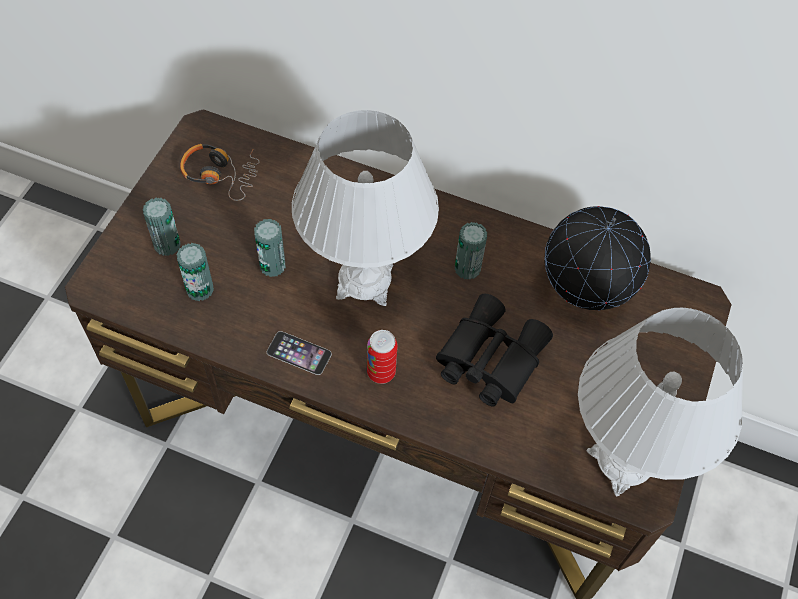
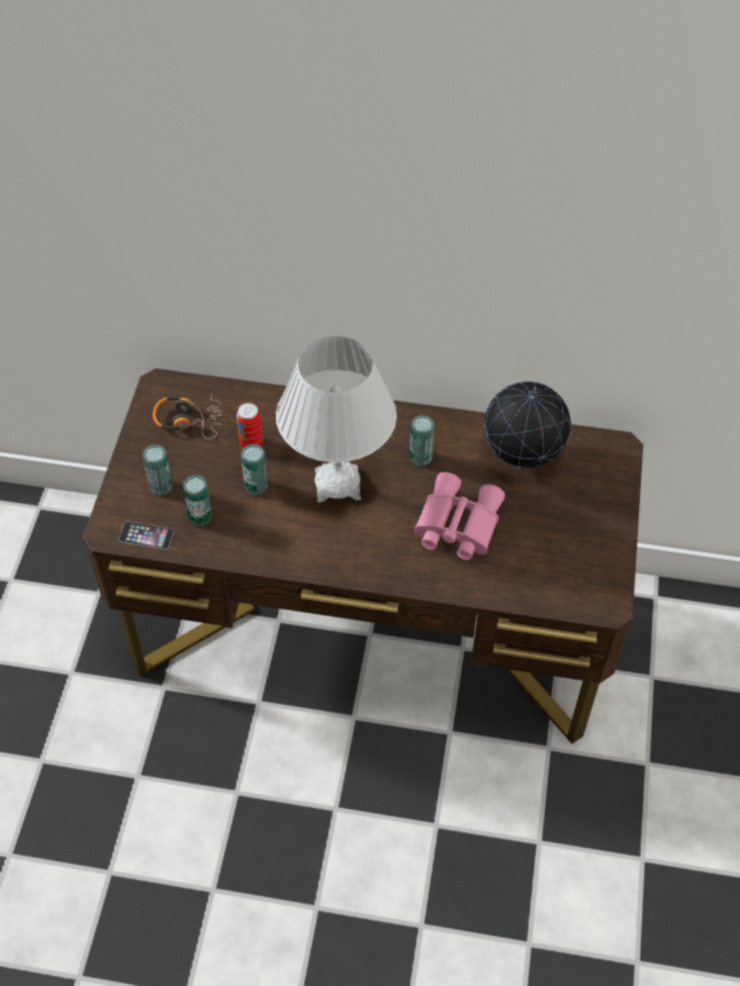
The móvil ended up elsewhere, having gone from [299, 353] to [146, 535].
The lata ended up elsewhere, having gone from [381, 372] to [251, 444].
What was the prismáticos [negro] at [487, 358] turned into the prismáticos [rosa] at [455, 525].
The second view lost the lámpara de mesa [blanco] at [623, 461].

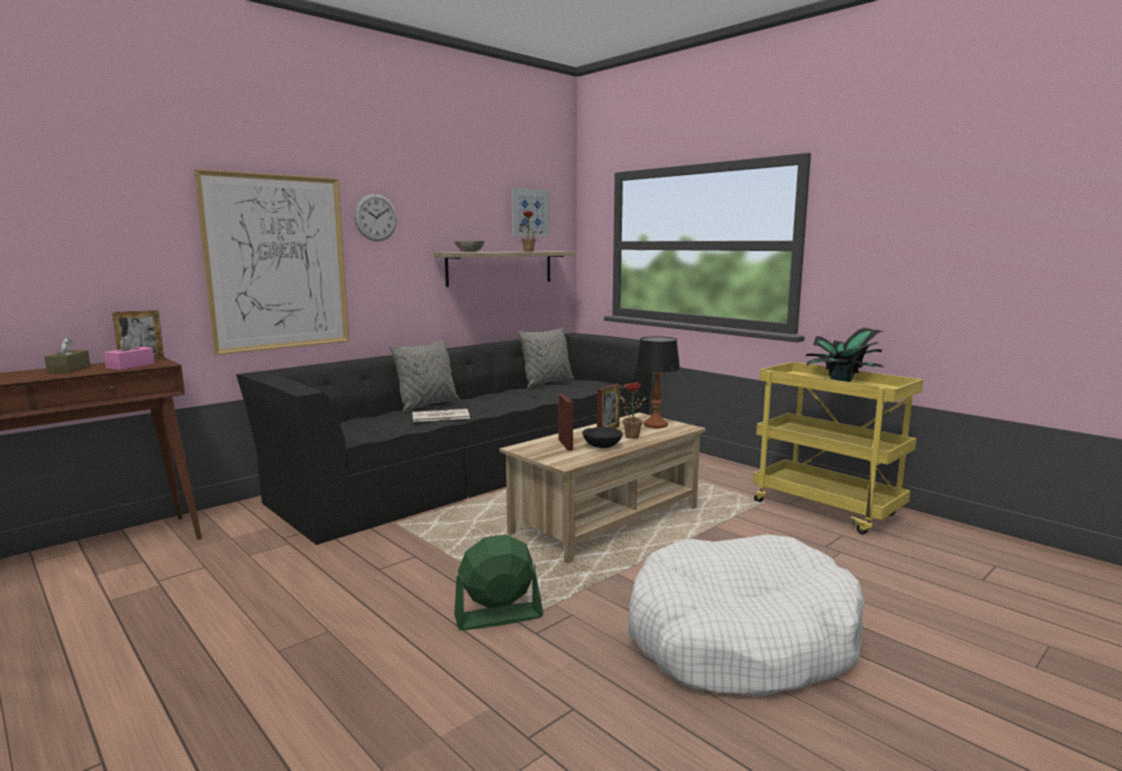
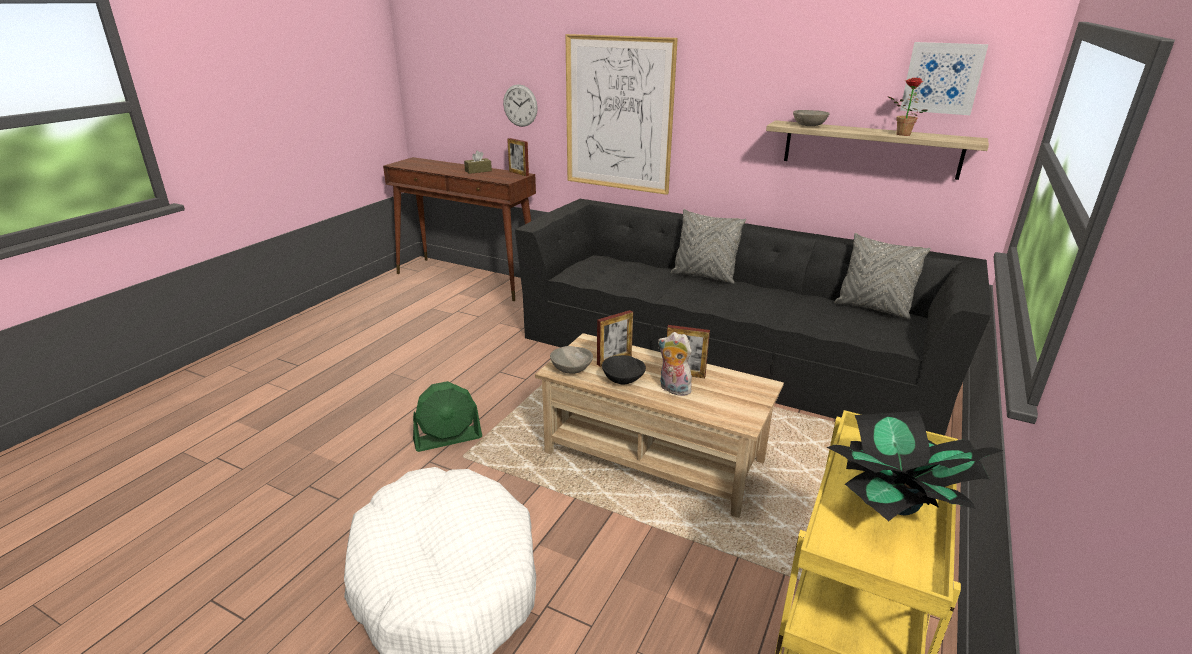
The second view lost the caja de pañuelos [rosa] at [130, 366].
The reloj de pared ended up elsewhere, having gone from [375, 217] to [520, 105].
The second view lost the periódico at [440, 416].
The ventilador [verde] at [498, 616] ended up facing another way, 105 degrees clockwise from before.
Where the planta en maceta stood at [629, 436], the peluche came to stand at [673, 389].
The second view lost the lámpara de mesa at [655, 425].
The second view gained the cuenco [gris] at [570, 369].

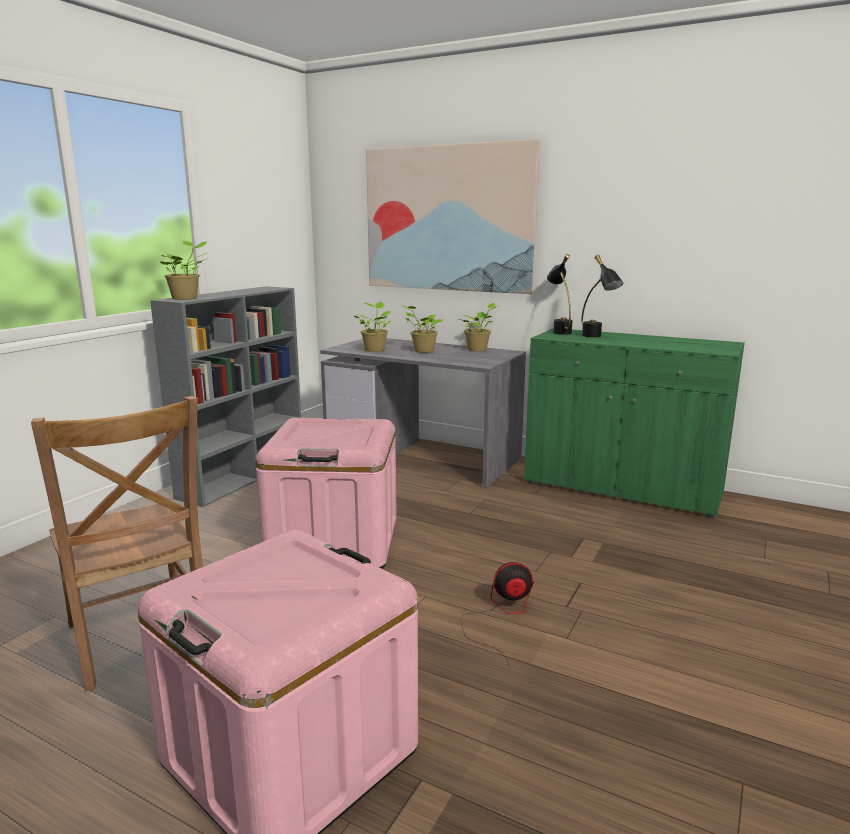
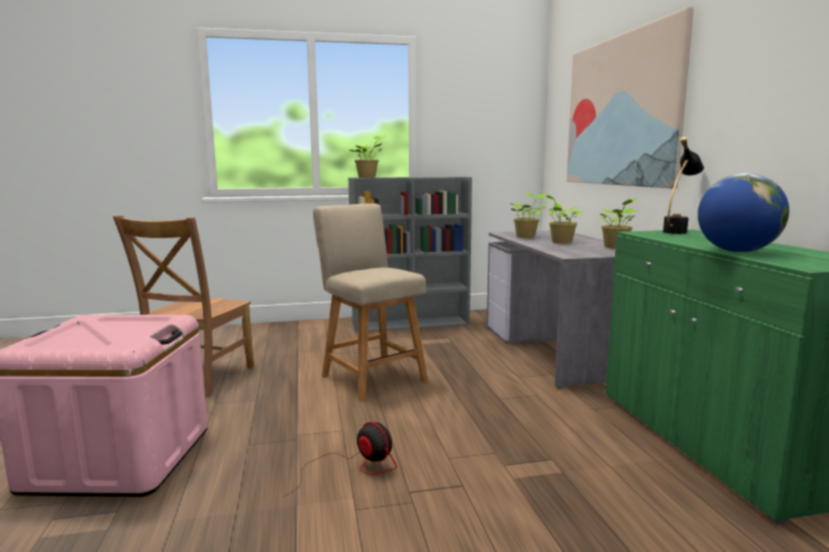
Where the caja de almacenaje [rosa] stood at [334, 542], the silla [beis] came to stand at [371, 376].
The second view lost the lámpara de mesa [negro] at [596, 337].
The second view gained the globo terráqueo at [737, 251].

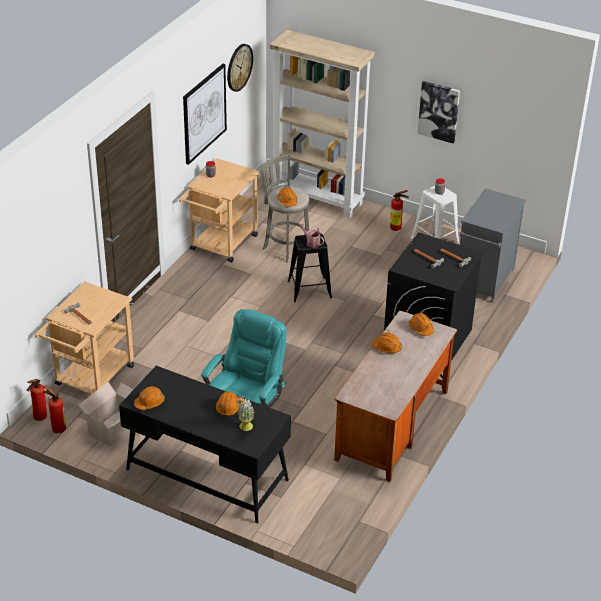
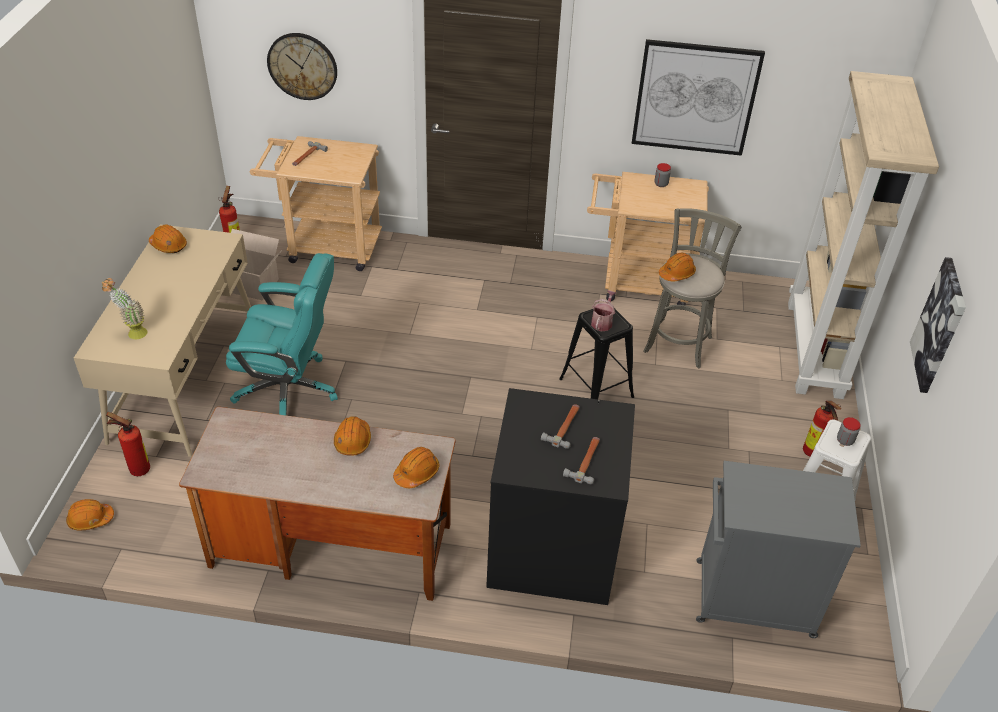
The extintor ended up elsewhere, having gone from [38, 418] to [137, 469].
What was the escritorio [negro] at [207, 474] turned into the escritorio [beis] at [186, 378].
The casco [naranja] ended up elsewhere, having gone from [228, 407] to [90, 519].
The reloj de pared ended up elsewhere, having gone from [239, 67] to [302, 66].

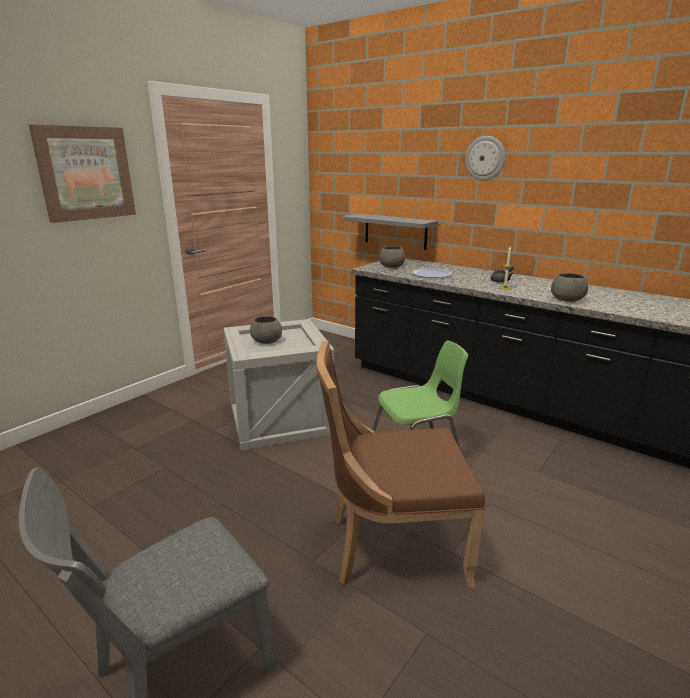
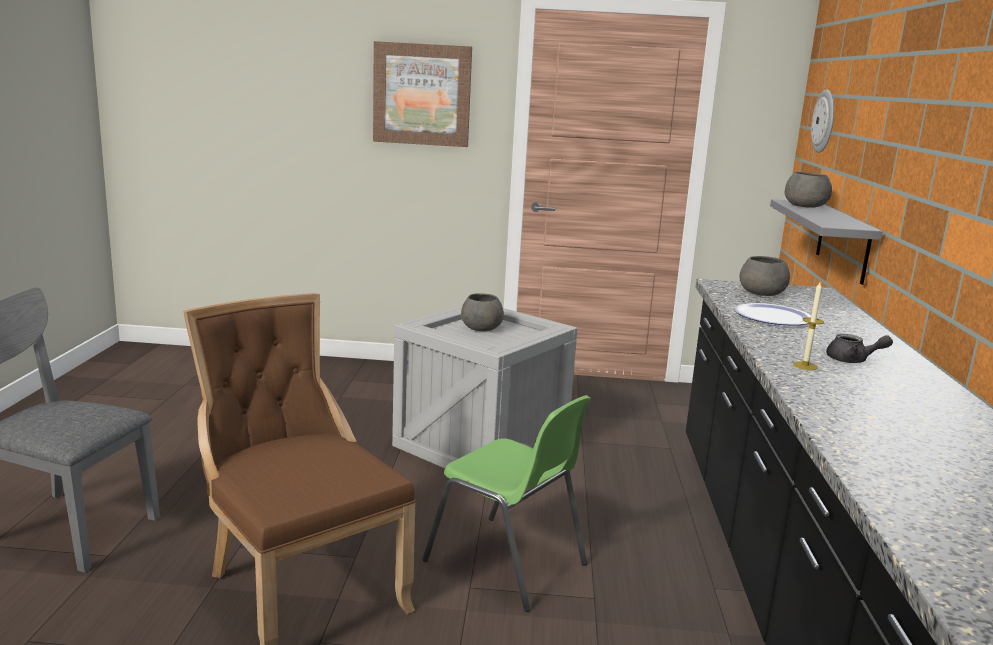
The reloj de pared ended up elsewhere, having gone from [485, 158] to [824, 121].
The cuenco [gris] ended up elsewhere, having gone from [566, 299] to [804, 206].

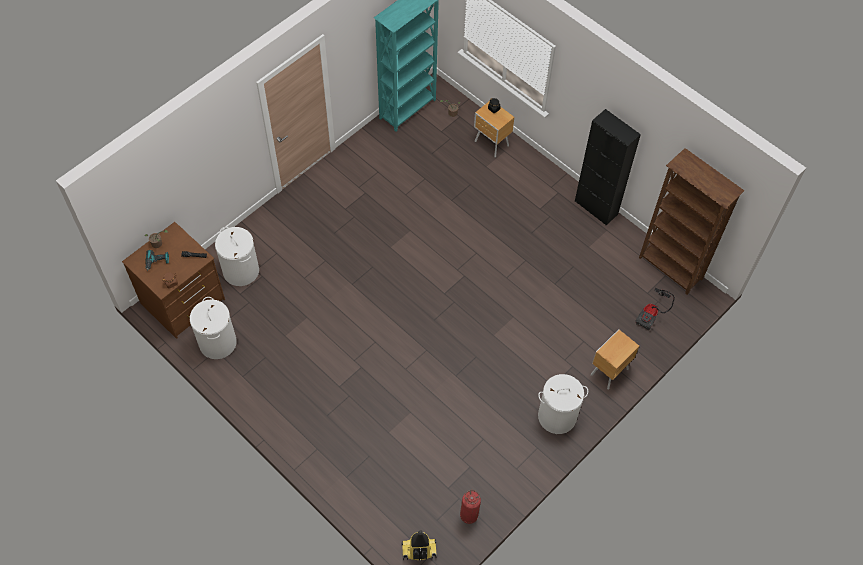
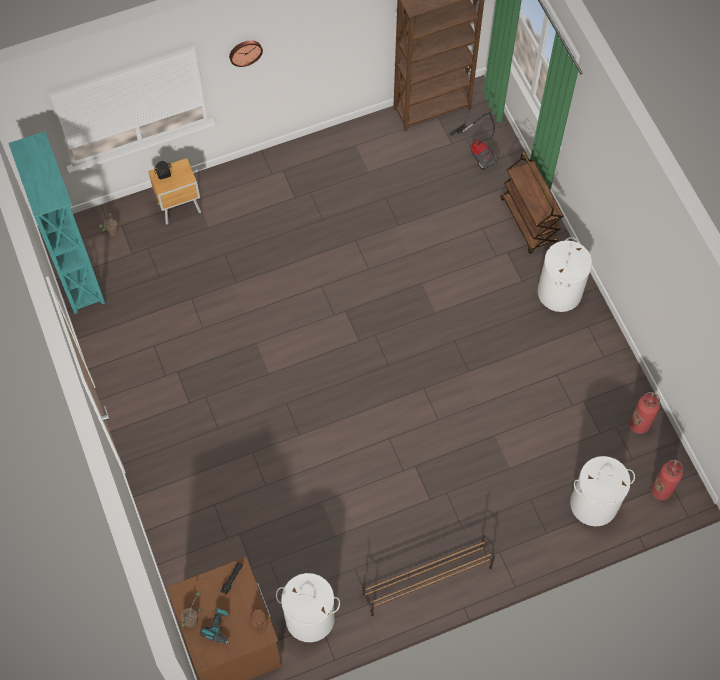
The cesto de la ropa [blanco] ended up elsewhere, having gone from [241, 271] to [594, 503].
Where the aspiradora stood at [418, 551], the extintor came to stand at [661, 491].
The second view lost the armario [negro] at [596, 207].
Where the mesita de noche [marrón] stood at [608, 372], the carrito [marrón] came to stand at [529, 221].
The second view gained the reloj de pared at [245, 52].
The second view gained the zapatero [marrón] at [426, 580].

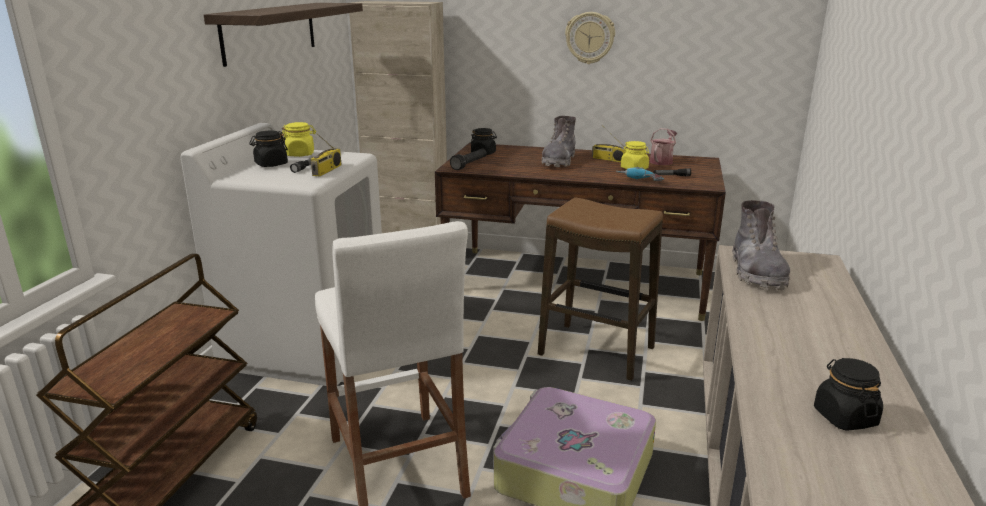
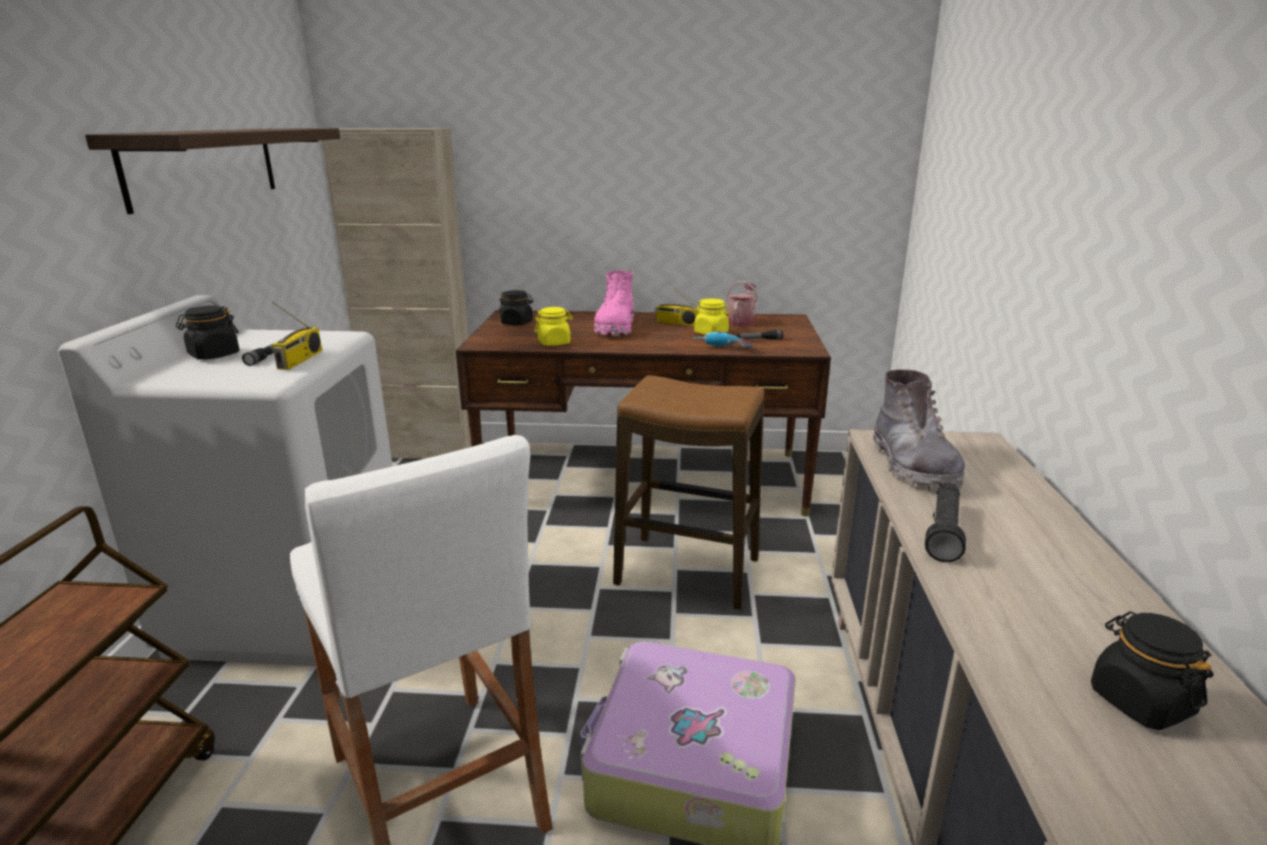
The tarro [amarillo] ended up elsewhere, having gone from [300, 154] to [554, 343].
The linterna [negro] ended up elsewhere, having gone from [469, 164] to [944, 532].
What was the bota [gris] at [559, 161] turned into the bota [rosa] at [615, 328].
The second view lost the reloj de pared at [590, 38].

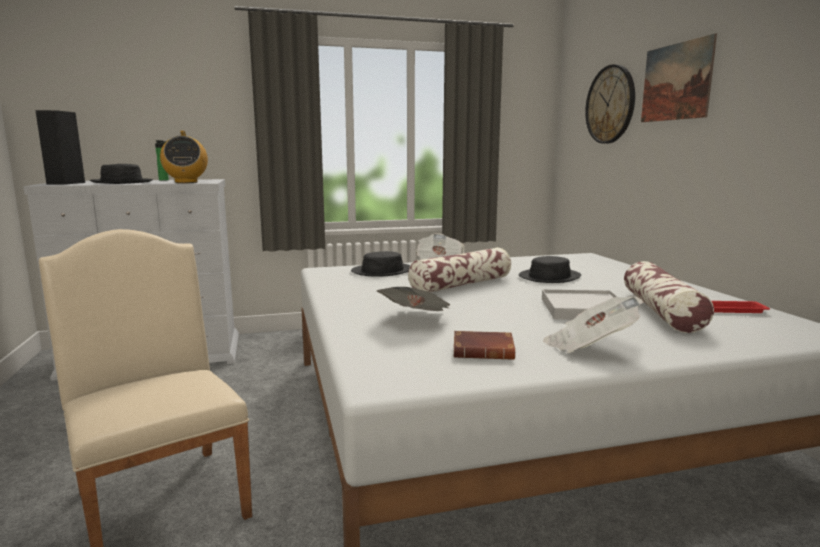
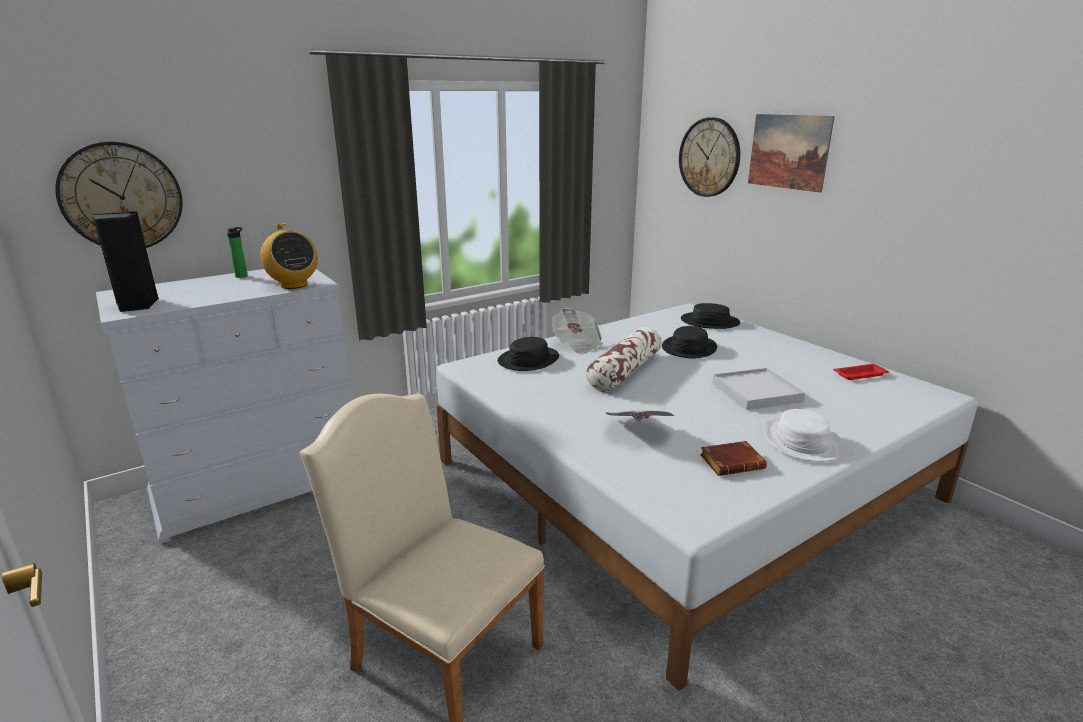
The sombrero [negro] ended up elsewhere, having gone from [121, 182] to [709, 322].
Where the periódico stood at [589, 346], the sombrero [blanco] came to stand at [801, 441].
The second view lost the cojín at [661, 311].
The second view gained the reloj de pared at [121, 197].

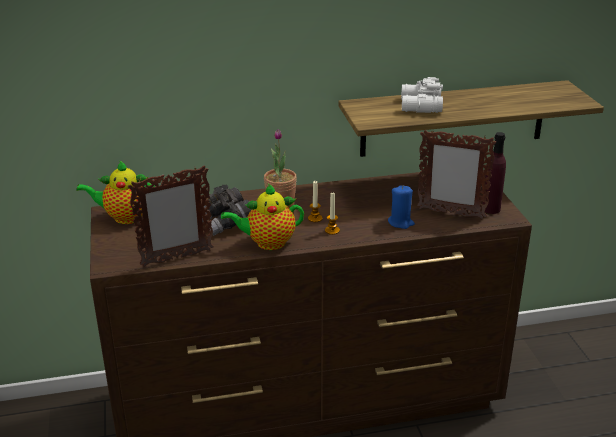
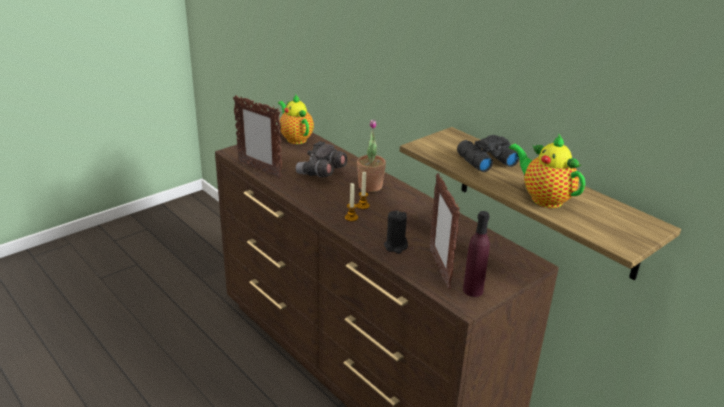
The tetera ended up elsewhere, having gone from [267, 243] to [543, 198].
What was the vela [azul] at [401, 223] turned into the vela [negro] at [395, 246].
What was the prismáticos [blanco] at [419, 106] turned into the prismáticos [negro] at [485, 160].

